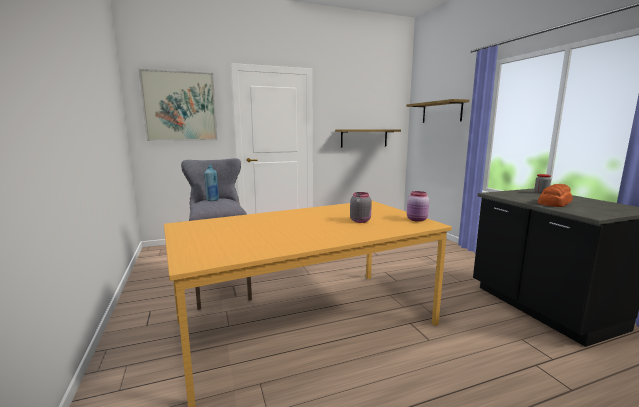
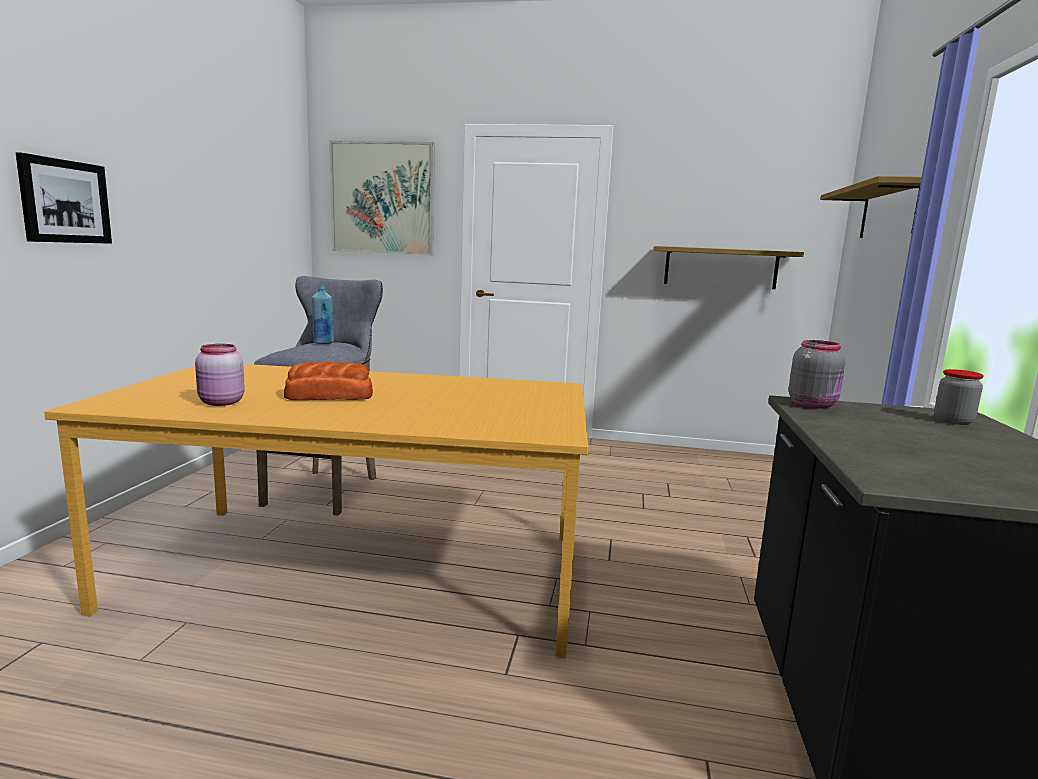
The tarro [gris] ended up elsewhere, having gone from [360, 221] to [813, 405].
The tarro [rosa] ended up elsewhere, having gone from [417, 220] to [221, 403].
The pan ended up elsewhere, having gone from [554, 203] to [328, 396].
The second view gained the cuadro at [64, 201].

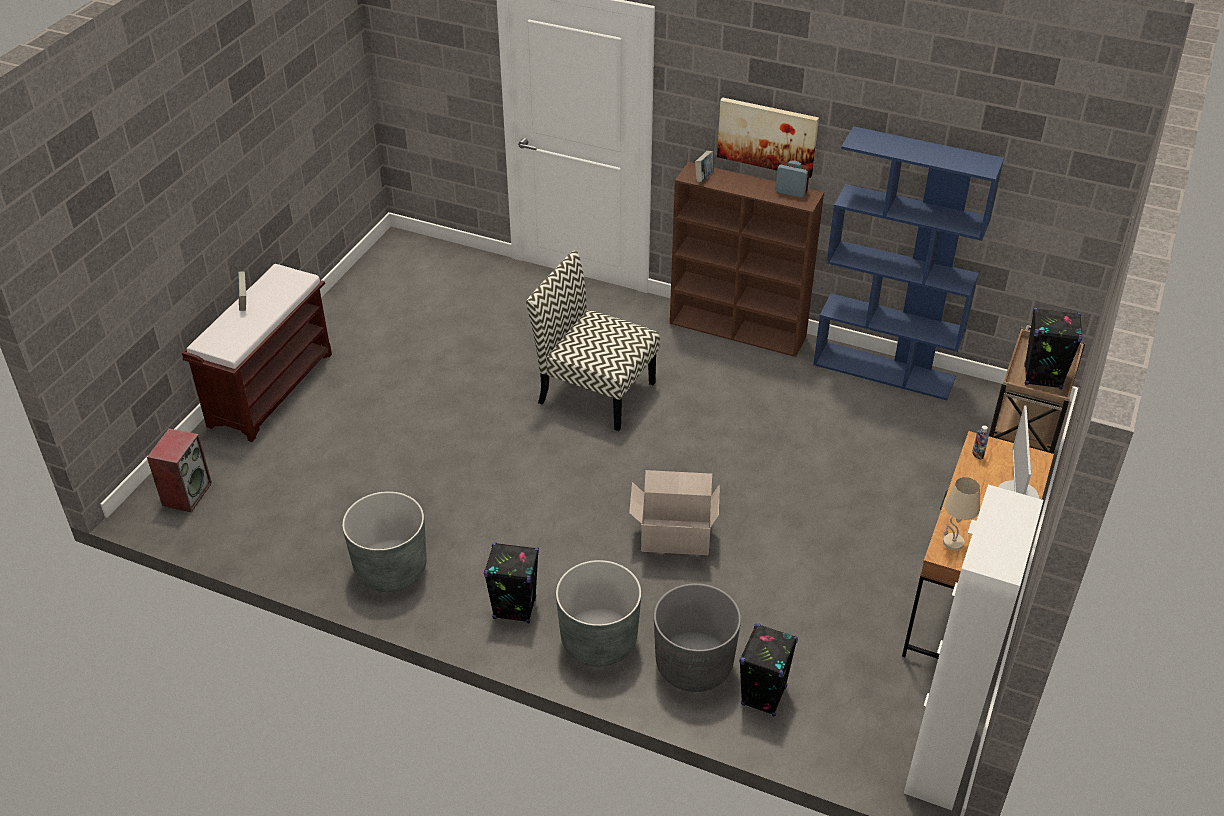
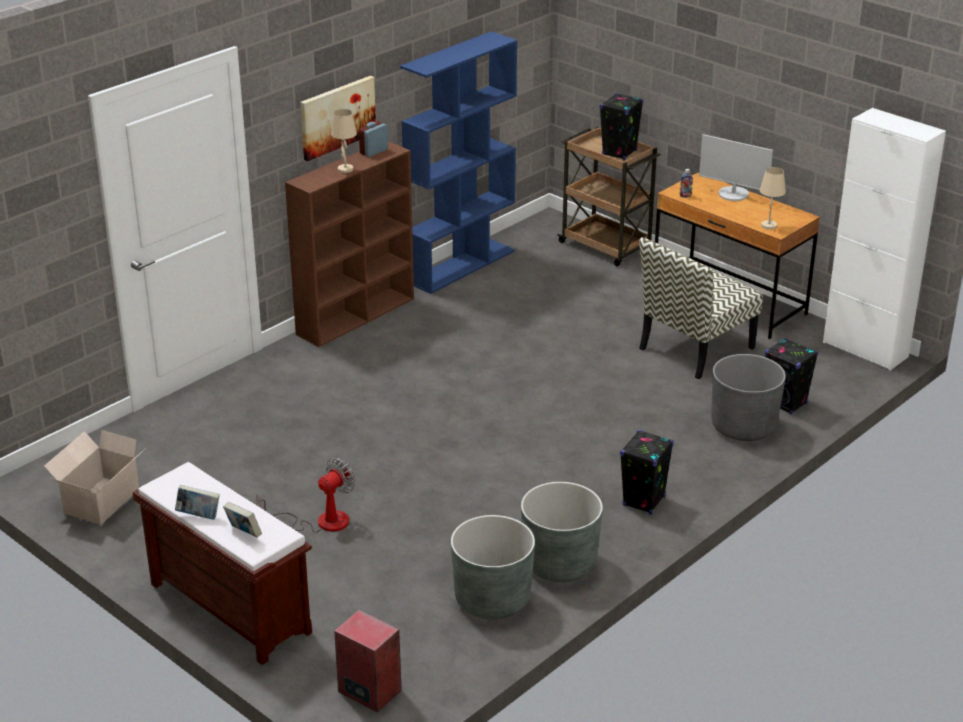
The silla ended up elsewhere, having gone from [594, 392] to [695, 349].
The maceta [gris] ended up elsewhere, having gone from [599, 640] to [492, 599].
The caja de cartón ended up elsewhere, having gone from [673, 536] to [100, 502].
The libro ended up elsewhere, having gone from [704, 177] to [243, 533].
The second view gained the ventilador at [321, 521].
The second view gained the lámpara de mesa [beis] at [345, 169].

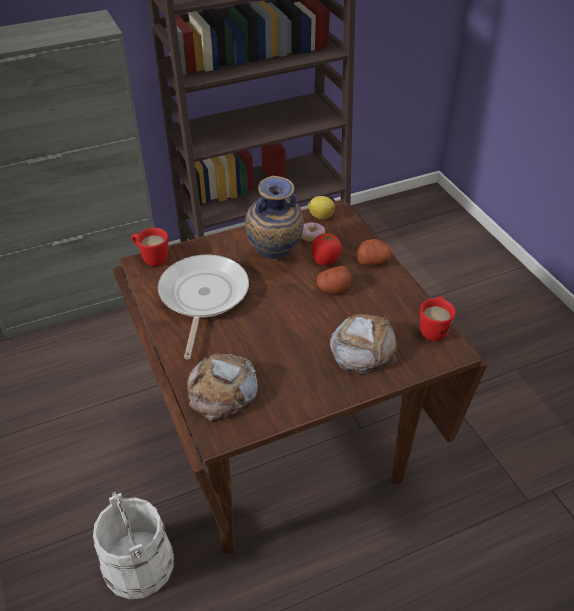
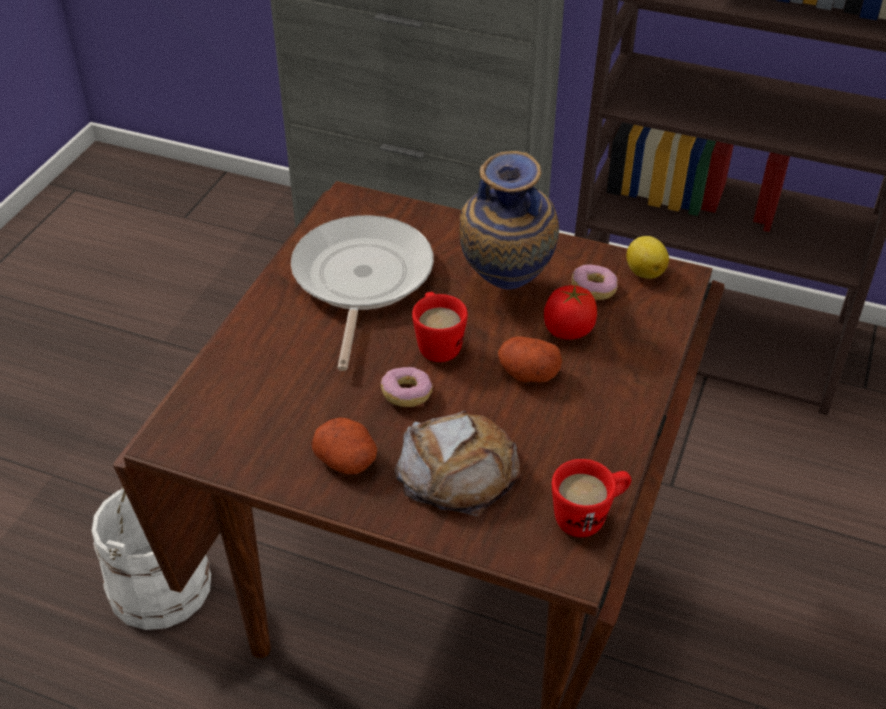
The taza grande [rojo] ended up elsewhere, having gone from [151, 258] to [437, 343].
The sartén at [202, 297] ended up facing another way, 45 degrees counterclockwise from before.
The second view lost the pan at [222, 391].
The patata ended up elsewhere, having gone from [373, 260] to [347, 460].
The second view gained the rosquilla at [406, 395].

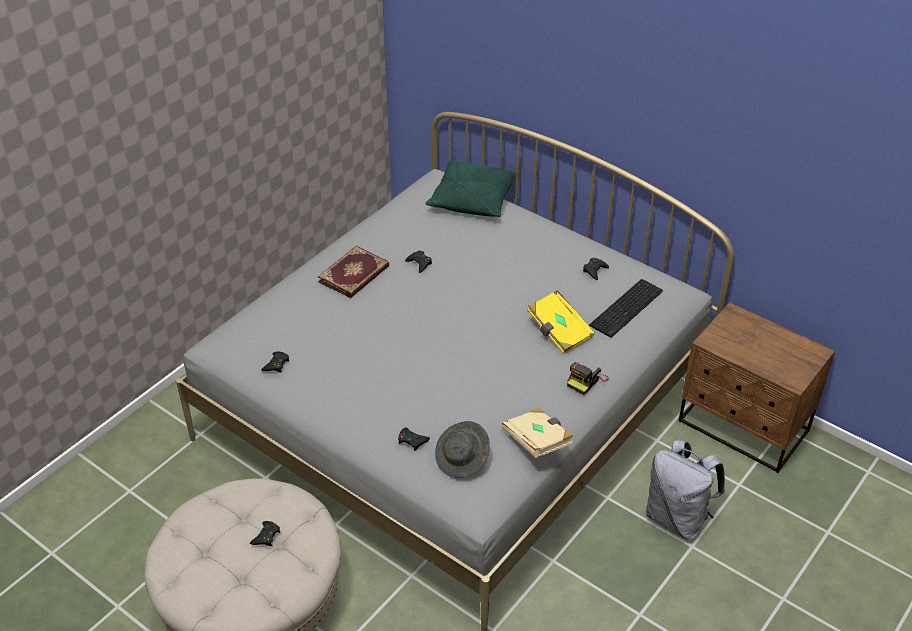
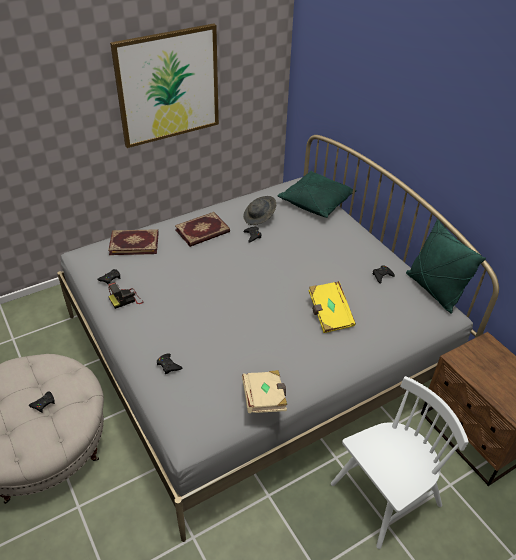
The sombrero [gris] ended up elsewhere, having gone from [462, 459] to [259, 218].
The cámara ended up elsewhere, having gone from [586, 380] to [126, 299].
The second view lost the teclado at [628, 308].
Where the mochila [gris] stood at [677, 518], the silla [blanco] came to stand at [385, 495].
The second view gained the libro at [134, 243].
The second view gained the cuadro at [168, 86].
The second view gained the cojín [verde] at [434, 290].

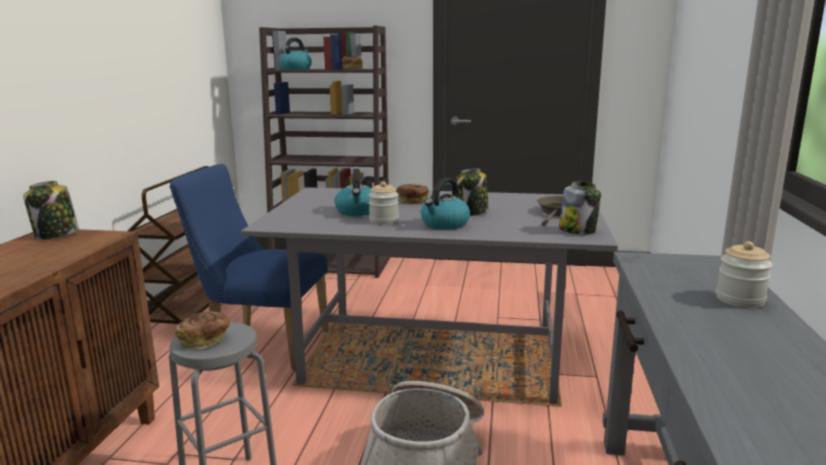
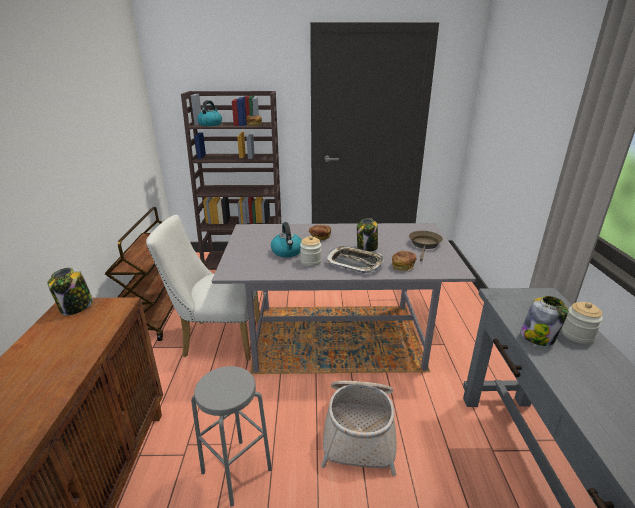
What was the silla [azul] at [261, 344] turned into the silla [blanco] at [217, 339].
The pan ended up elsewhere, having gone from [205, 340] to [403, 266].
Where the hervidor stood at [444, 224], the bandeja came to stand at [354, 263].
The tarro ended up elsewhere, having gone from [578, 230] to [538, 337].

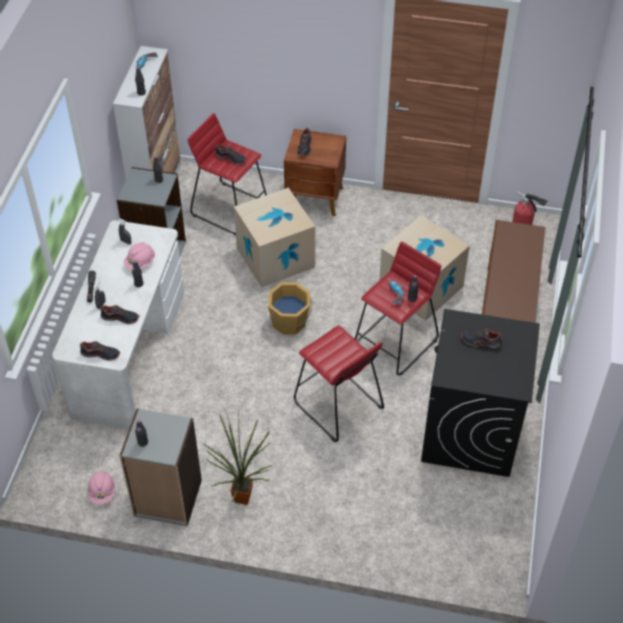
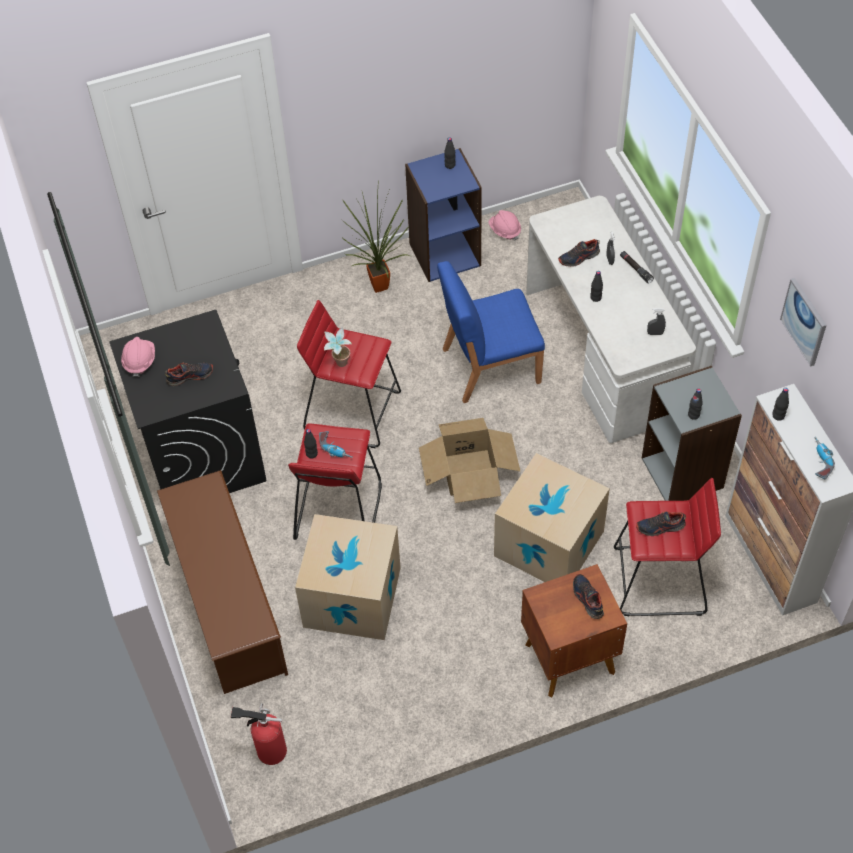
The second view lost the zapato at [100, 354].
What was the estantería [gris] at [167, 498] turned into the estantería [azul] at [444, 254].
The casco [rosa] ended up elsewhere, having gone from [140, 263] to [139, 361].
Where the cubo [naranja] stood at [290, 322], the caja de cartón came to stand at [468, 472].
The second view gained the planta en maceta at [339, 365].
The second view gained the silla [azul] at [489, 365].
The second view gained the cuadro at [804, 321].

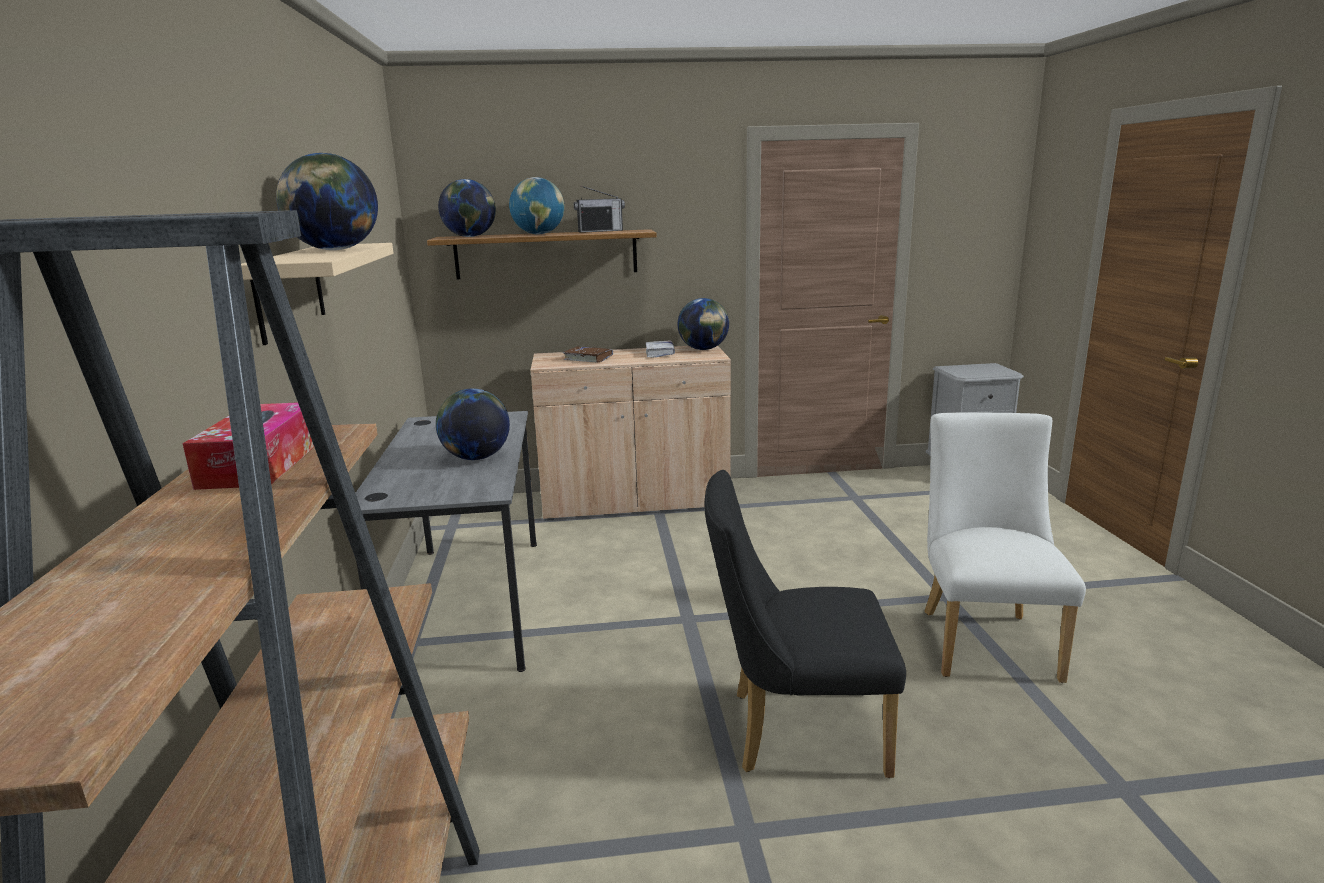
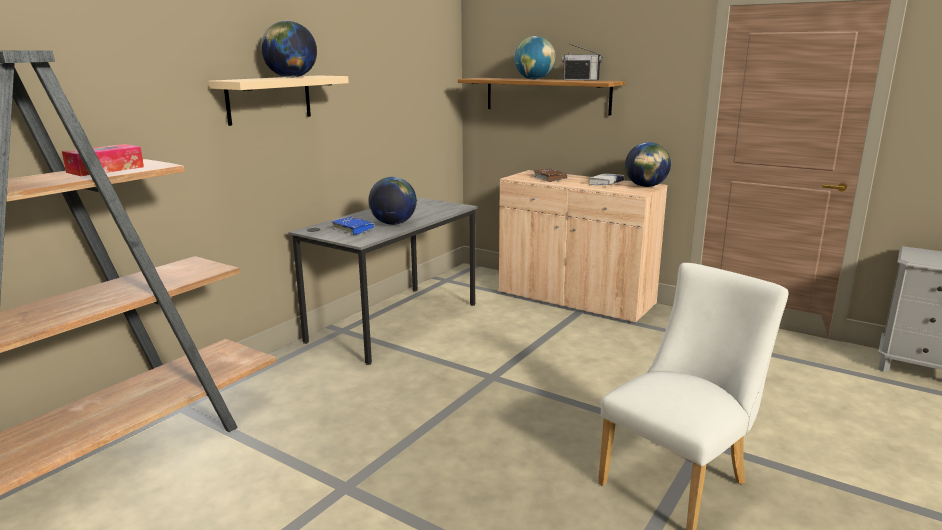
The second view lost the globo terráqueo at [470, 236].
The second view lost the silla [negro] at [794, 731].
The second view gained the libro [azul] at [353, 230].

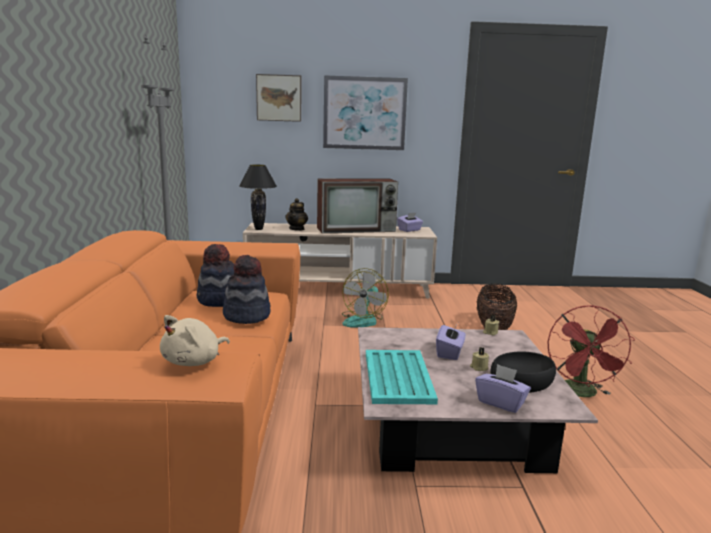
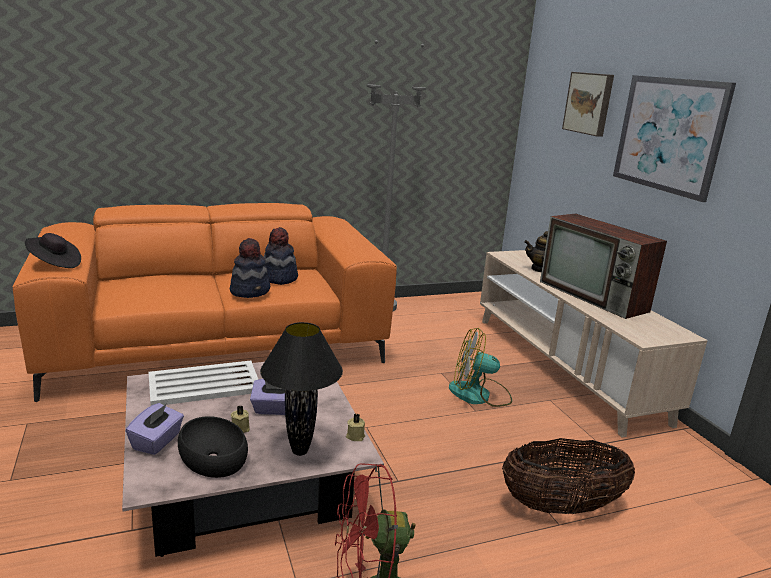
Where the peluche [beis] stood at [194, 361], the sombrero [negro] came to stand at [54, 264].
The lámpara de mesa [negro] ended up elsewhere, having gone from [259, 229] to [300, 451].
What was the bandeja [turquesa] at [398, 376] turned into the bandeja [blanco] at [205, 384].
The second view lost the caja de pañuelos [morado] at [409, 230].

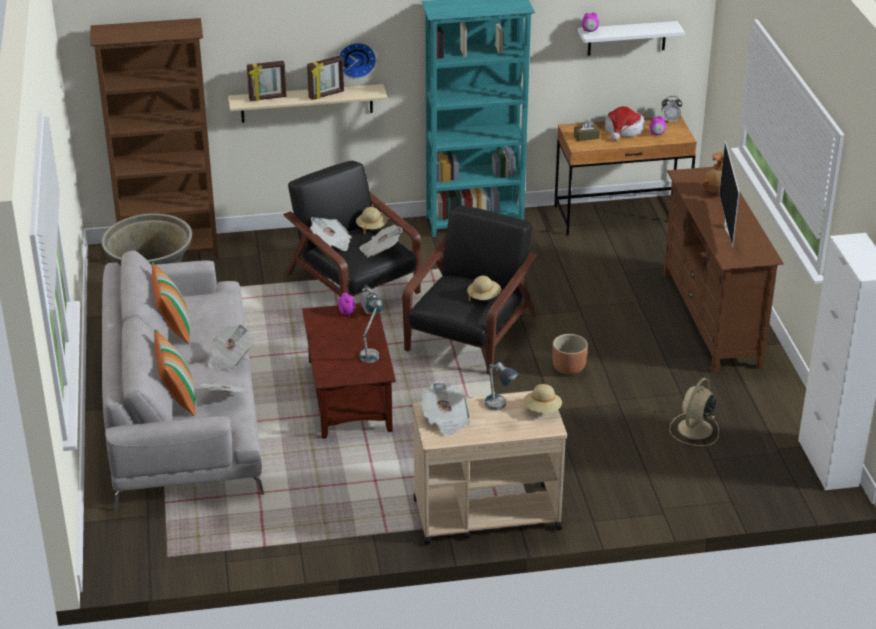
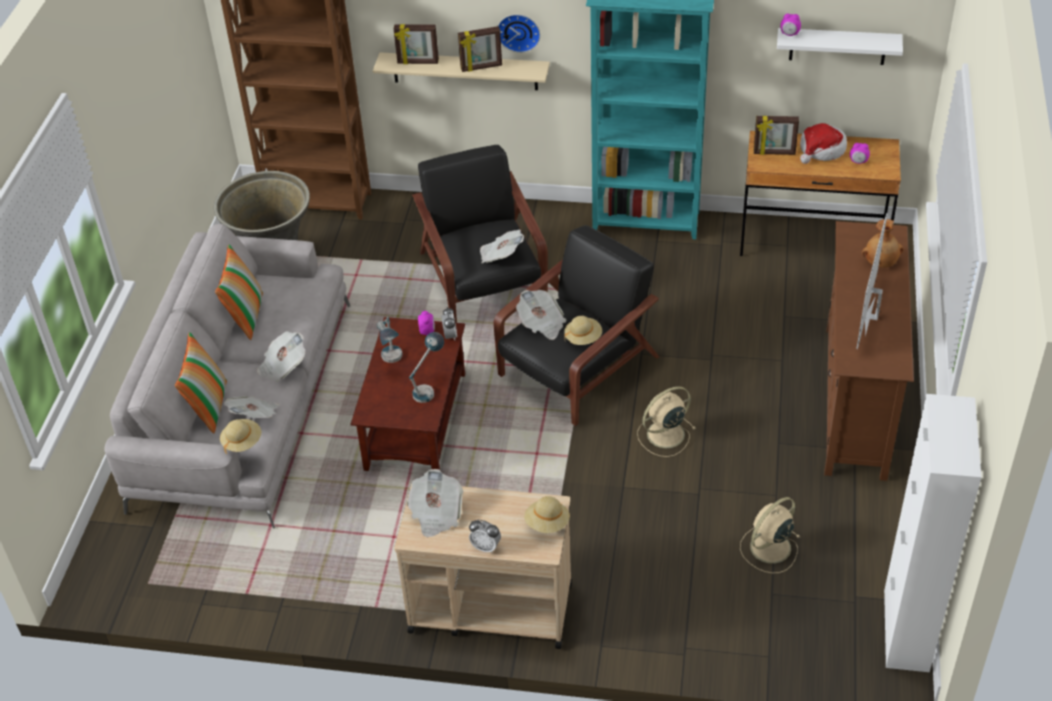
The periódico ended up elsewhere, having gone from [331, 242] to [542, 324].
The sombrero [beis] ended up elsewhere, having gone from [371, 226] to [242, 442].
The lámpara de mesa ended up elsewhere, having gone from [499, 409] to [392, 362].
Where the maceta [marrón] stood at [569, 368], the ventilador [beis] came to stand at [664, 435].
Where the caja de pañuelos [marrón] stood at [586, 137], the portarretratos came to stand at [774, 153].
The despertador ended up elsewhere, having gone from [670, 120] to [486, 547].

